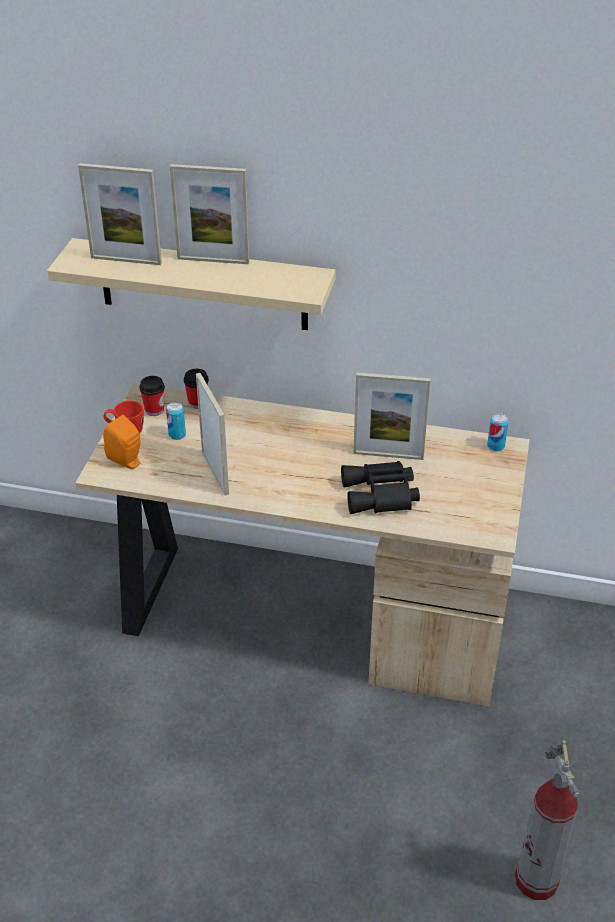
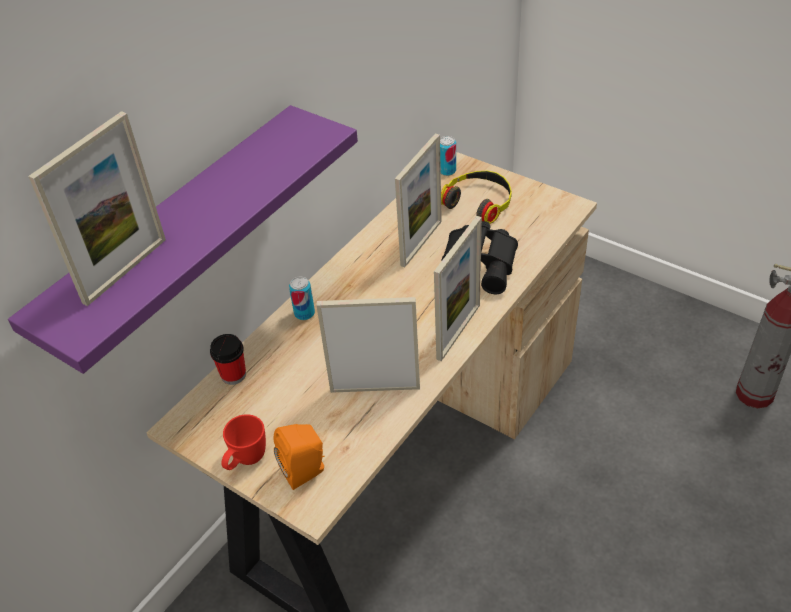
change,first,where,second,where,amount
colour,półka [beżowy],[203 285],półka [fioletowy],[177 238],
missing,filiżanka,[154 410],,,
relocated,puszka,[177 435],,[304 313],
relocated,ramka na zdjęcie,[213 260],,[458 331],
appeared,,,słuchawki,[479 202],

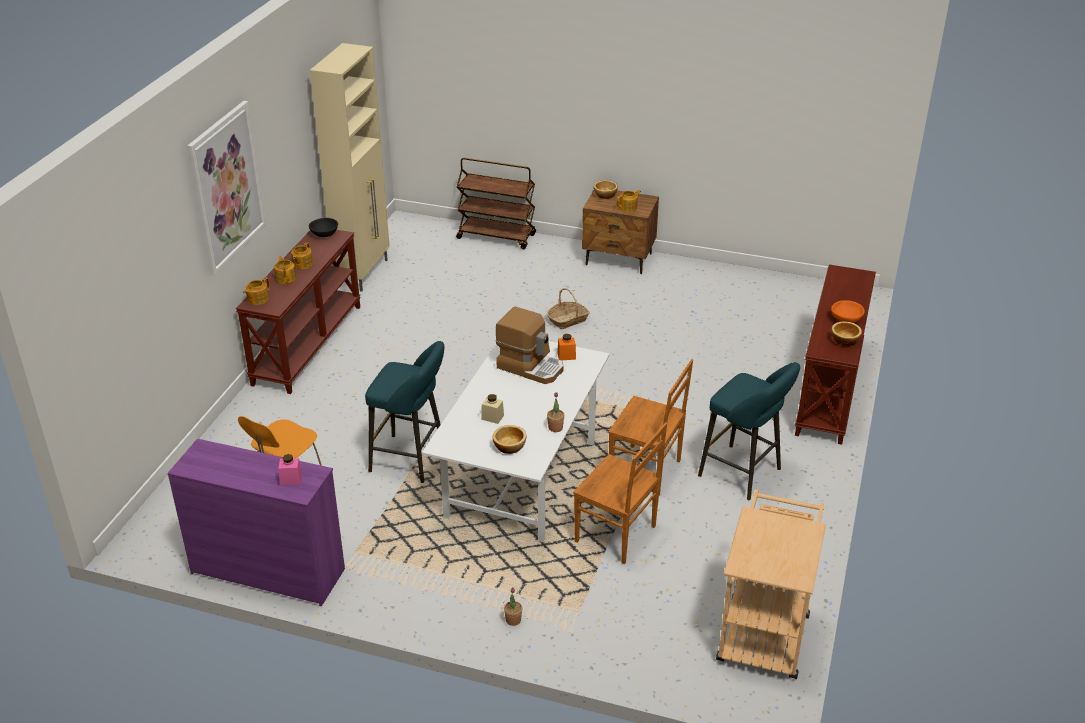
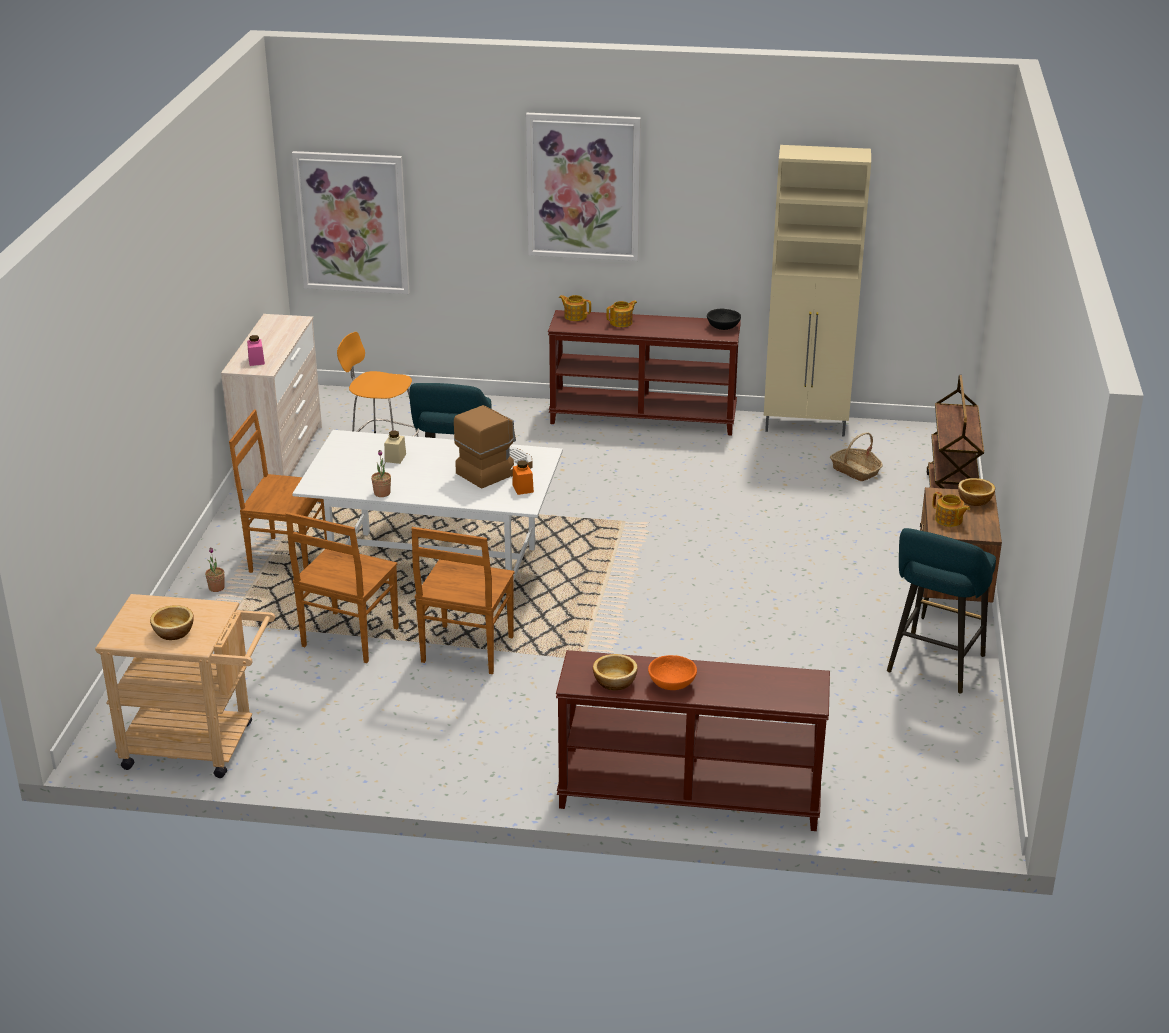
change,first,where,second,where,amount
colour,komoda [fioletowy],[268 571],komoda [beżowy],[281 457],
missing,imbryk,[302 264],,,
relocated,miska,[510 446],,[174 632],
spun,ekspres do kawy,[531 367],,[494 470],150 degrees counterclockwise
relocated,koszyk,[568 320],,[855 471],
relocated,stołek [turkusowy],[744 474],,[933 666],
appeared,,,krzesło [brązowy],[287 557],
appeared,,,obraz,[352 222],

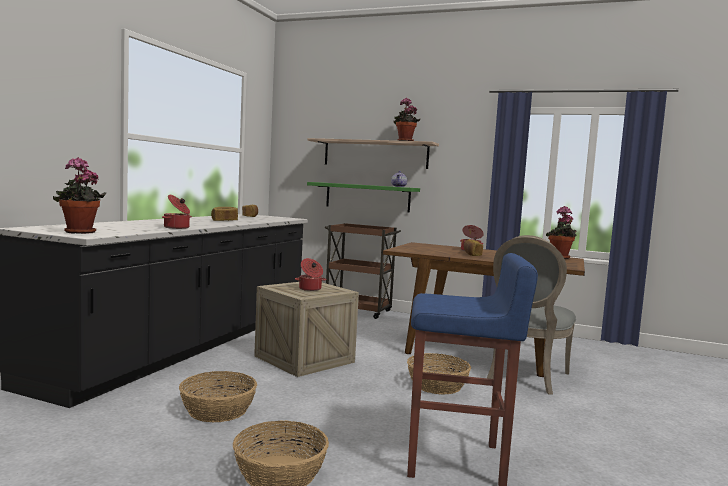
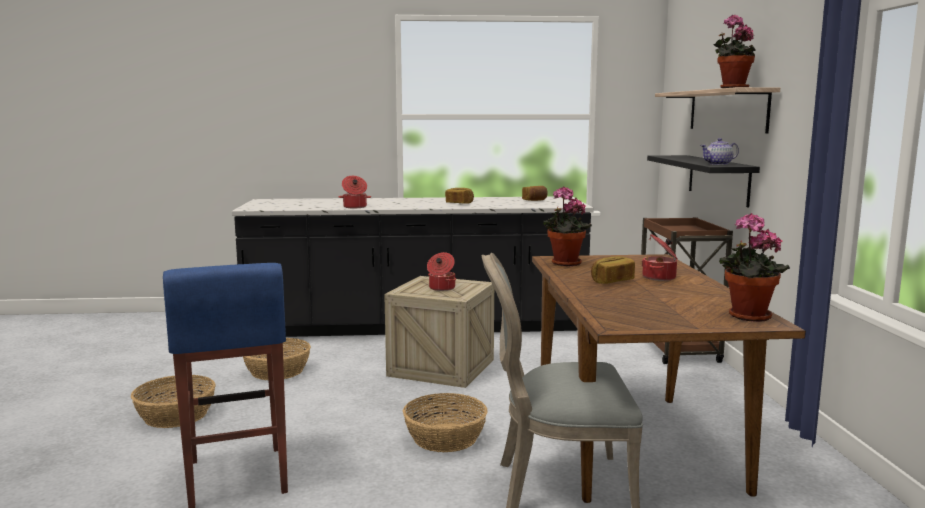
change,first,where,second,where,amount
relocated,roślina doniczkowa,[79 232],,[564 264],
colour,półka [zielony],[367 197],półka [czarny],[718 179],

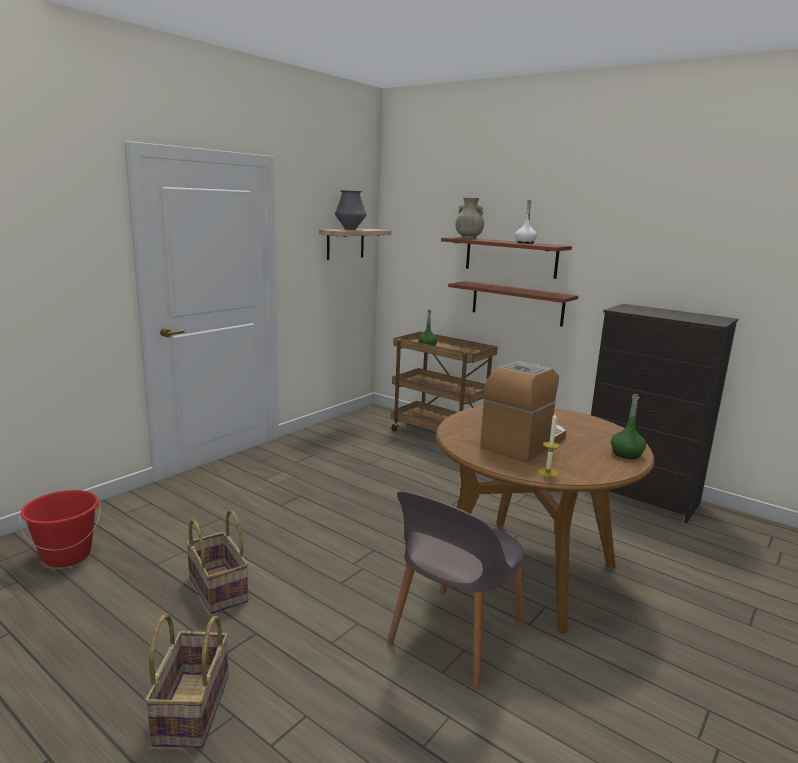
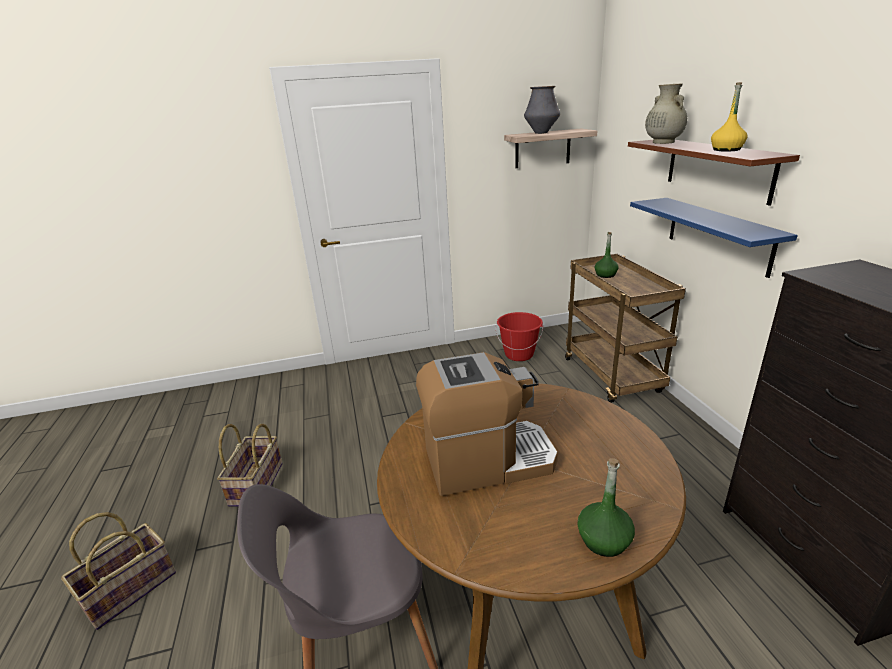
change,first,where,second,where,amount
relocated,wiadro [czerwony],[67 555],,[519 354],
colour,półka [brązowy],[517 303],półka [niebieski],[718 235],
colour,butelka [biały],[525 243],butelka [żółty],[726 150],
missing,świeca,[548 473],,,

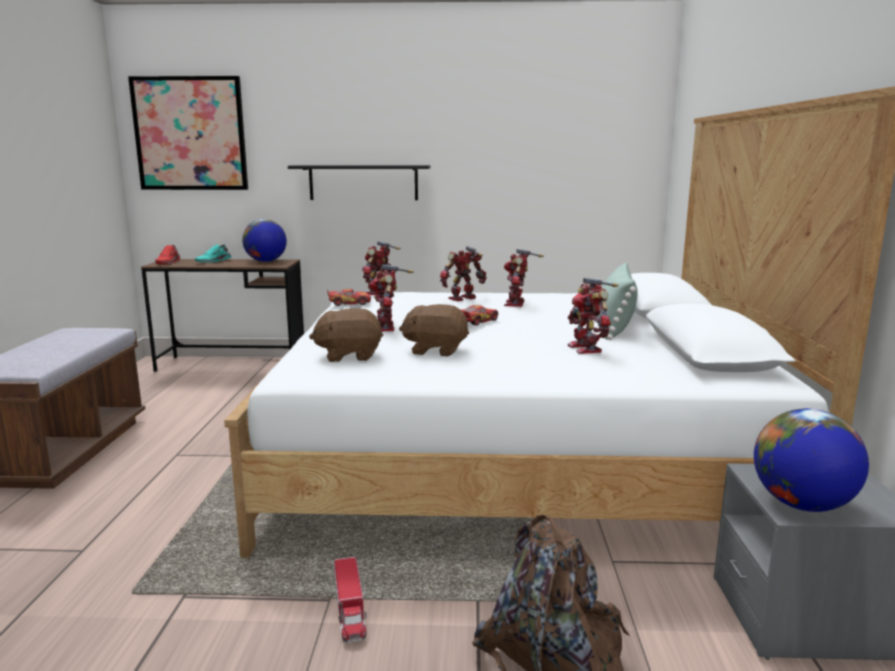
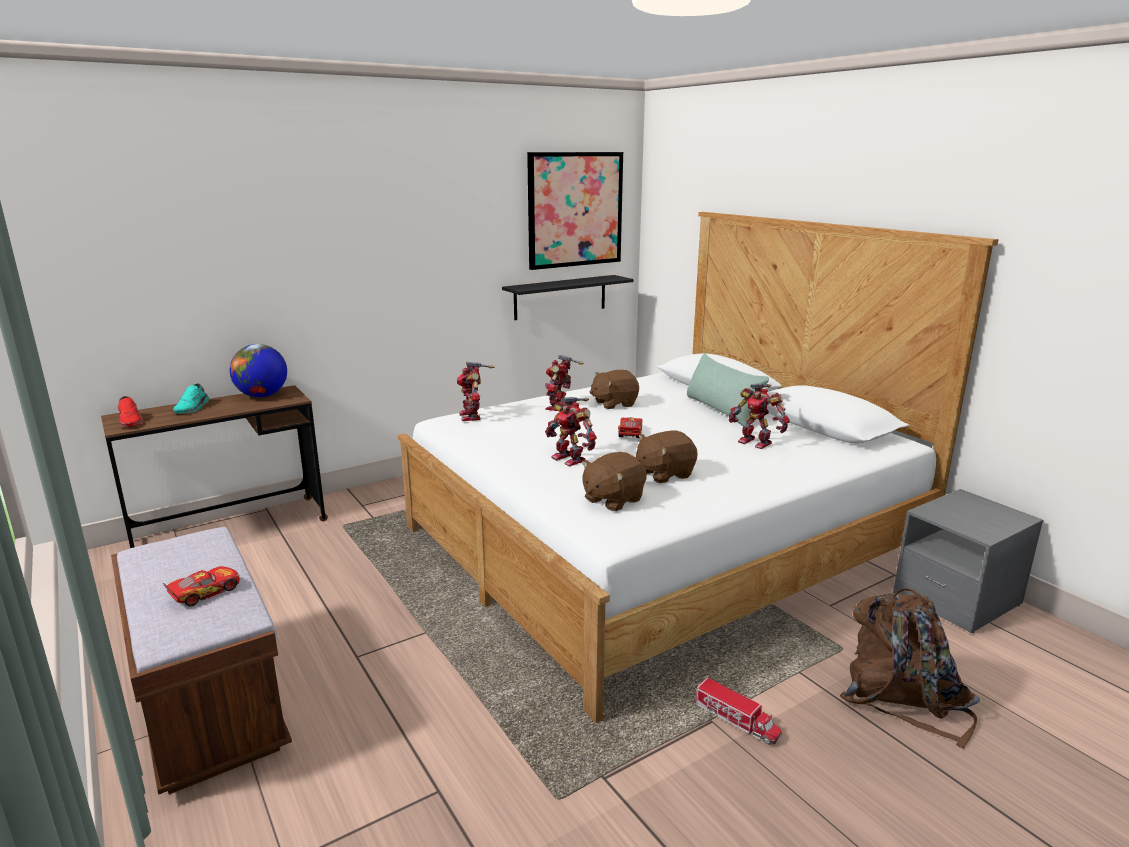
change,first,where,second,where,amount
relocated,obraz,[190 134],,[575 209],
relocated,półka [czarny],[363 182],,[560 297],
relocated,samochodzik,[349 303],,[205 592],
exchanged,robot zabawkowy,[517 303],pluszak [brązowy],[614 403],
missing,globus,[802 504],,,

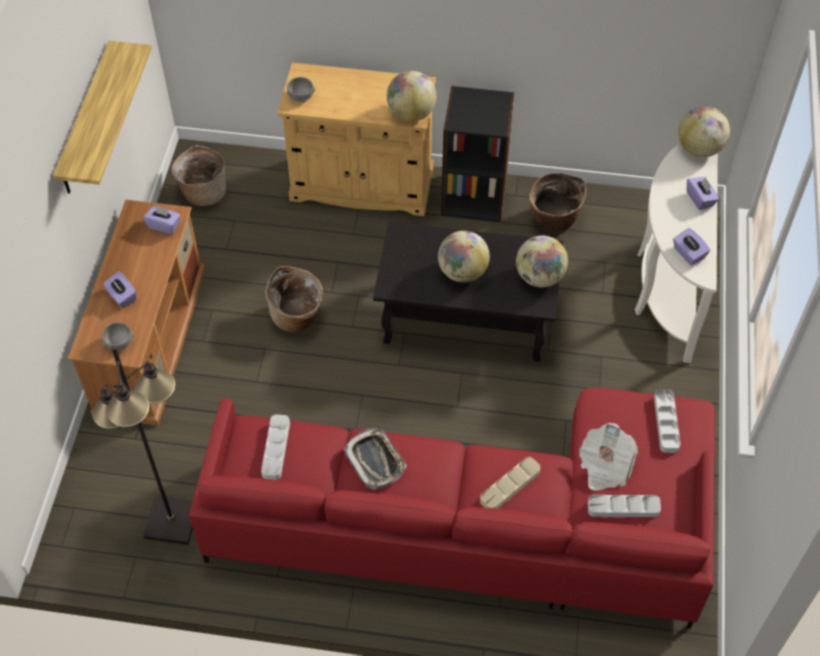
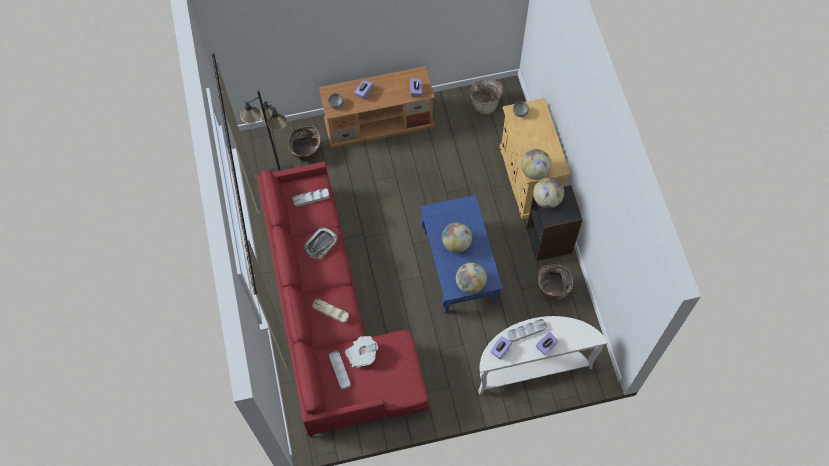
change,first,where,second,where,amount
missing,półka,[86 120],,,
relocated,koszyk,[297 317],,[306 153],
colour,ława [czarny],[465 317],ława [niebieski],[458 265],
relocated,taca [szary],[666 423],,[526 331],
relocated,globus,[699 149],,[547 199],

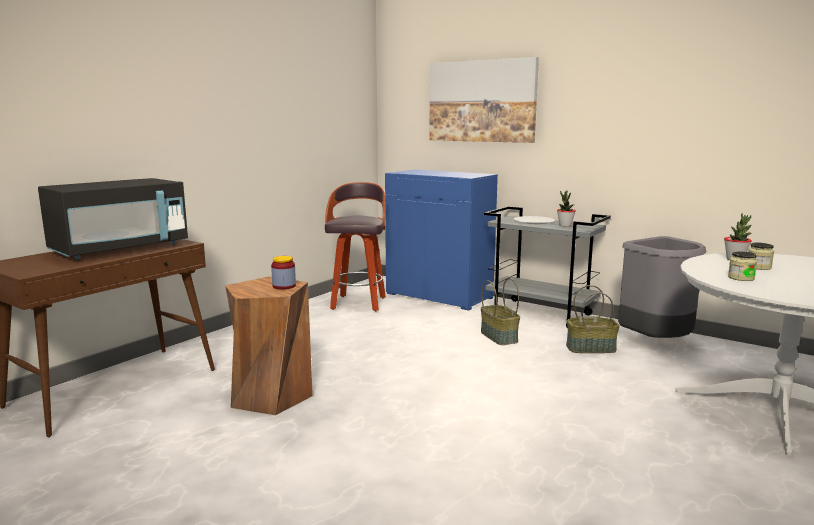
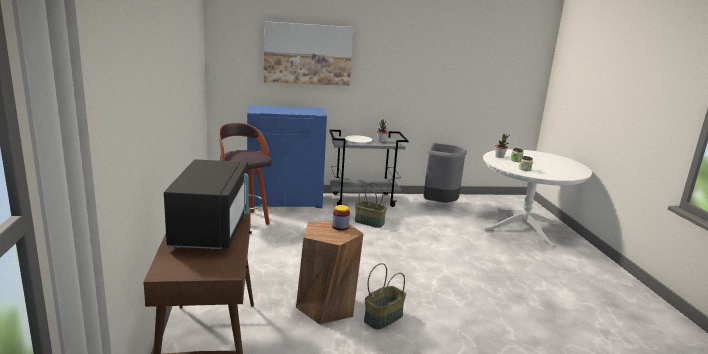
change,first,where,second,where,amount
relocated,koszyk,[591 348],,[383 317],

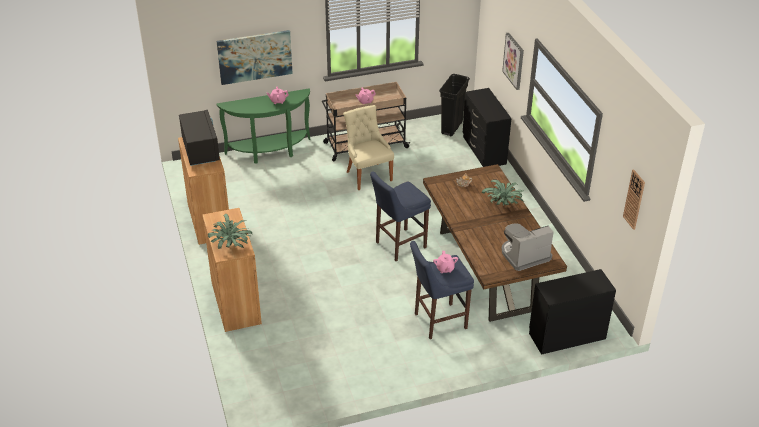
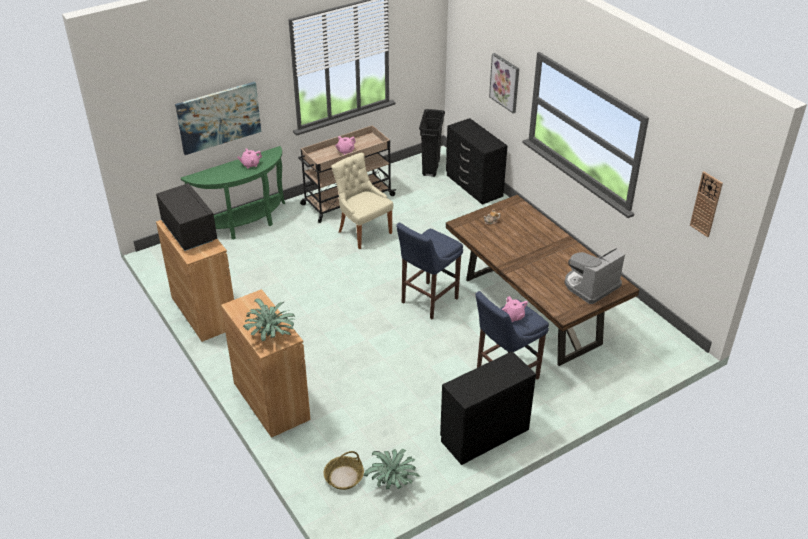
change,first,where,second,where,amount
relocated,roślina doniczkowa,[503 205],,[392 481],
relocated,komoda [czarny],[566 335],,[483 434],
appeared,,,koszyk,[343 477],

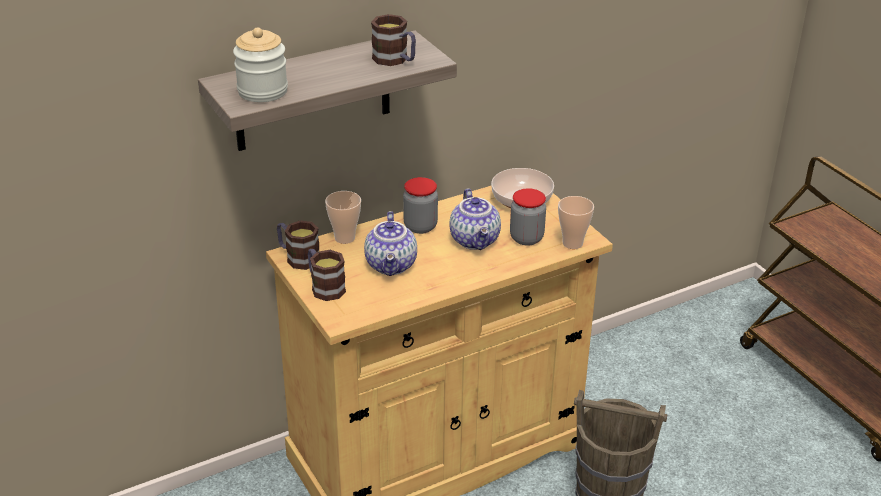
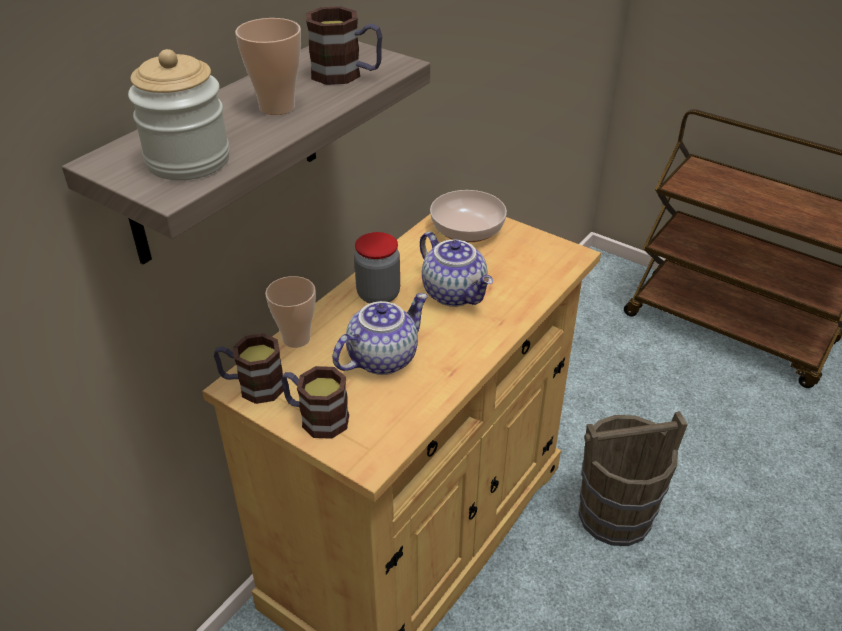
change,first,where,second,where,amount
spun,imbryk,[392 265],,[382 357],105 degrees counterclockwise
missing,słoik,[526 238],,,
relocated,filiżanka,[572 243],,[277 107],

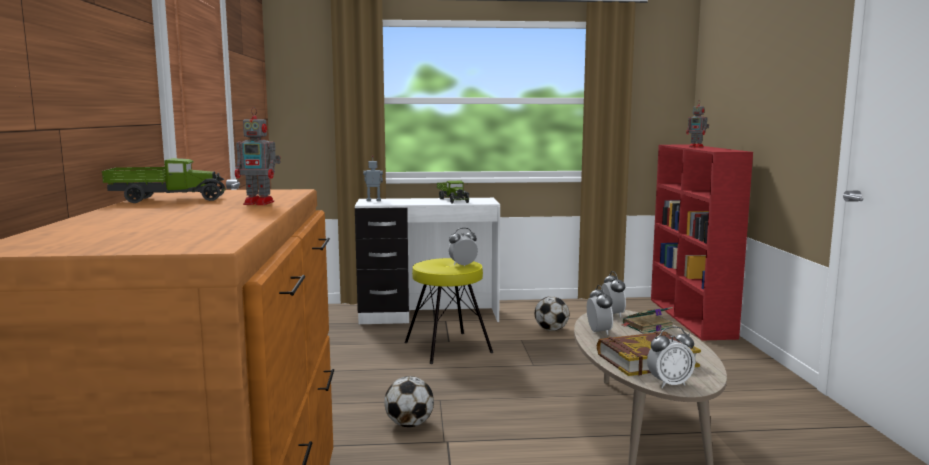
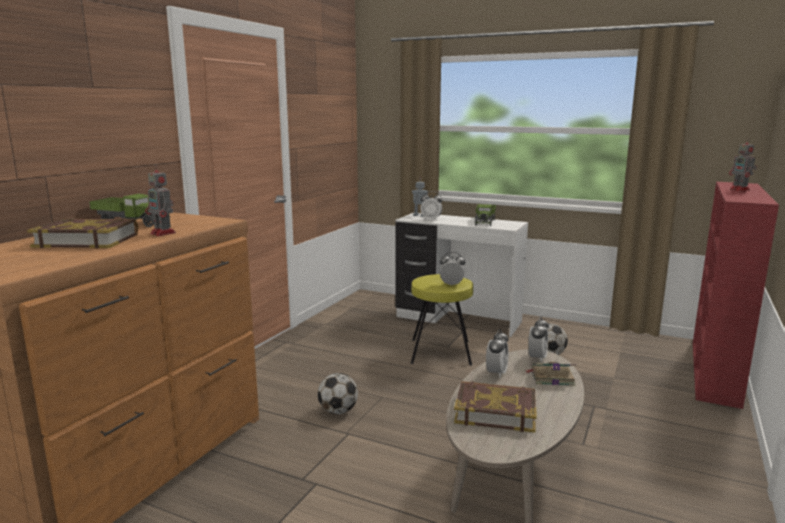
change,first,where,second,where,amount
relocated,budzik,[669 384],,[431 219],
appeared,,,książka,[87 240],

